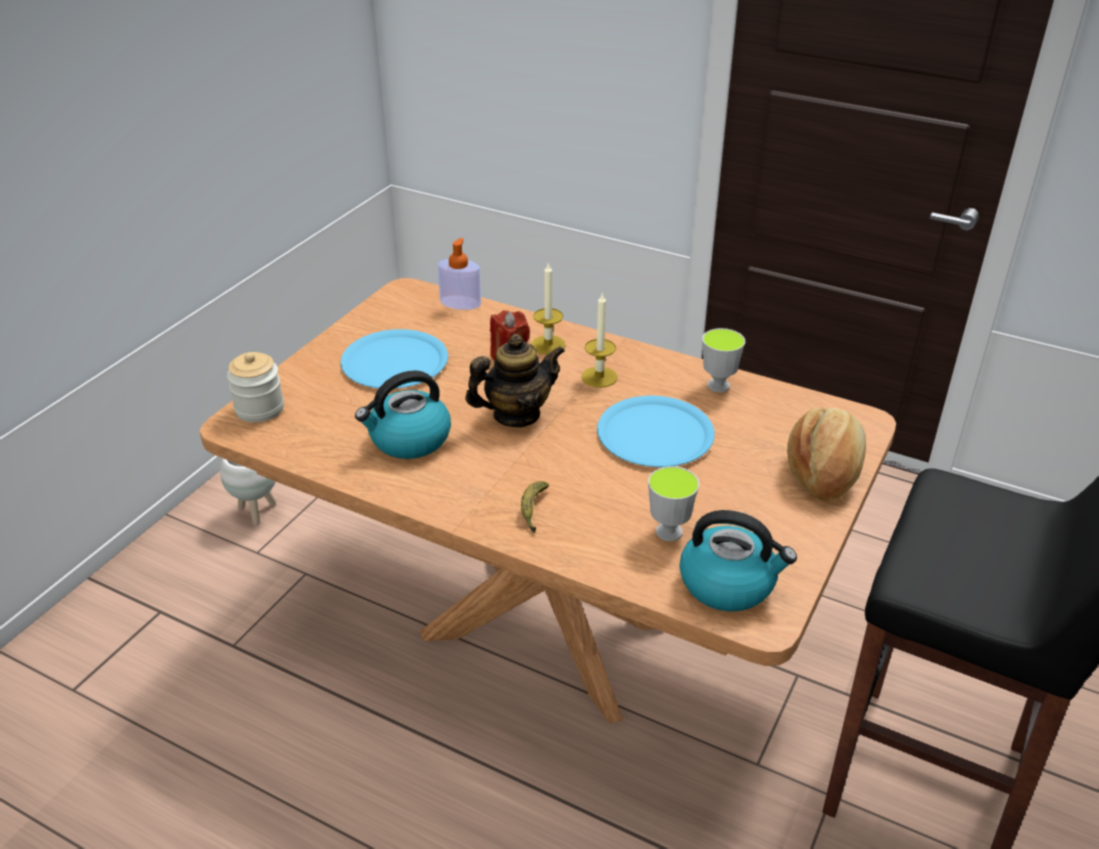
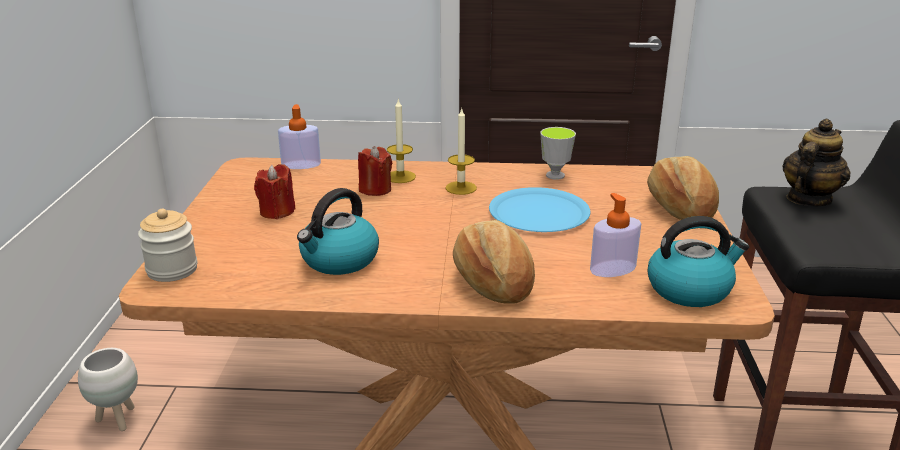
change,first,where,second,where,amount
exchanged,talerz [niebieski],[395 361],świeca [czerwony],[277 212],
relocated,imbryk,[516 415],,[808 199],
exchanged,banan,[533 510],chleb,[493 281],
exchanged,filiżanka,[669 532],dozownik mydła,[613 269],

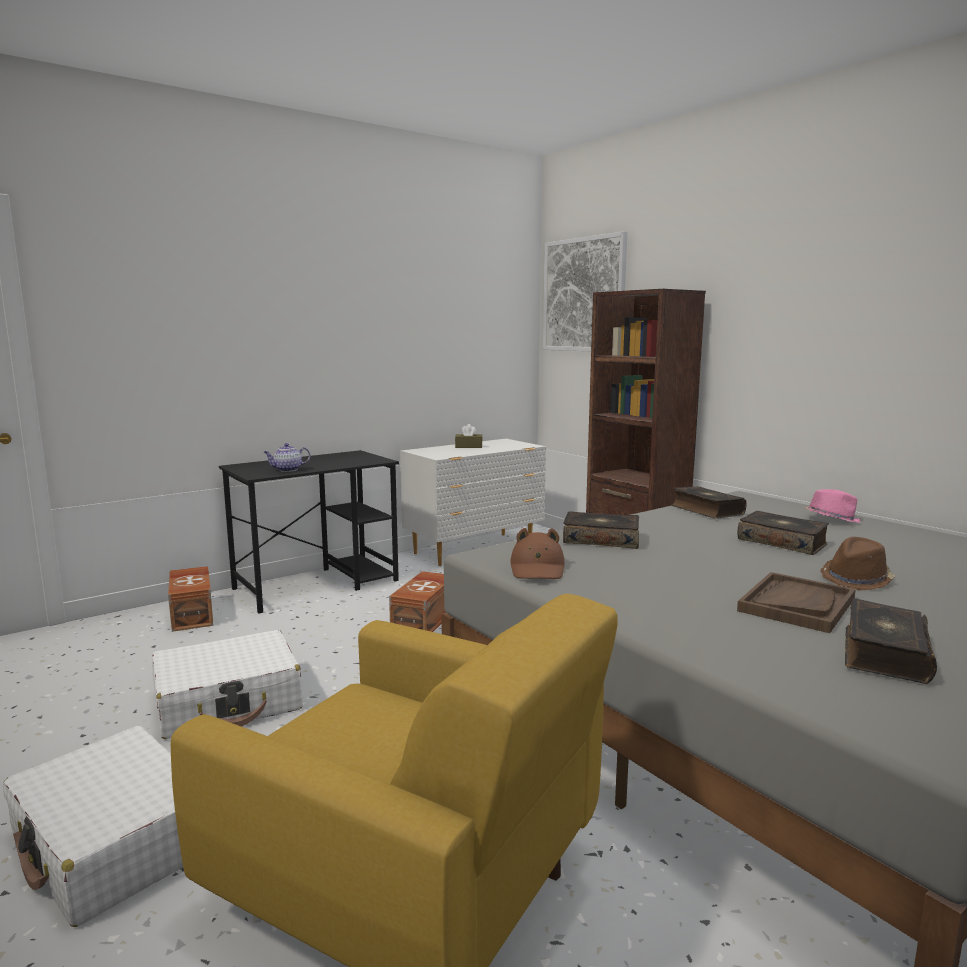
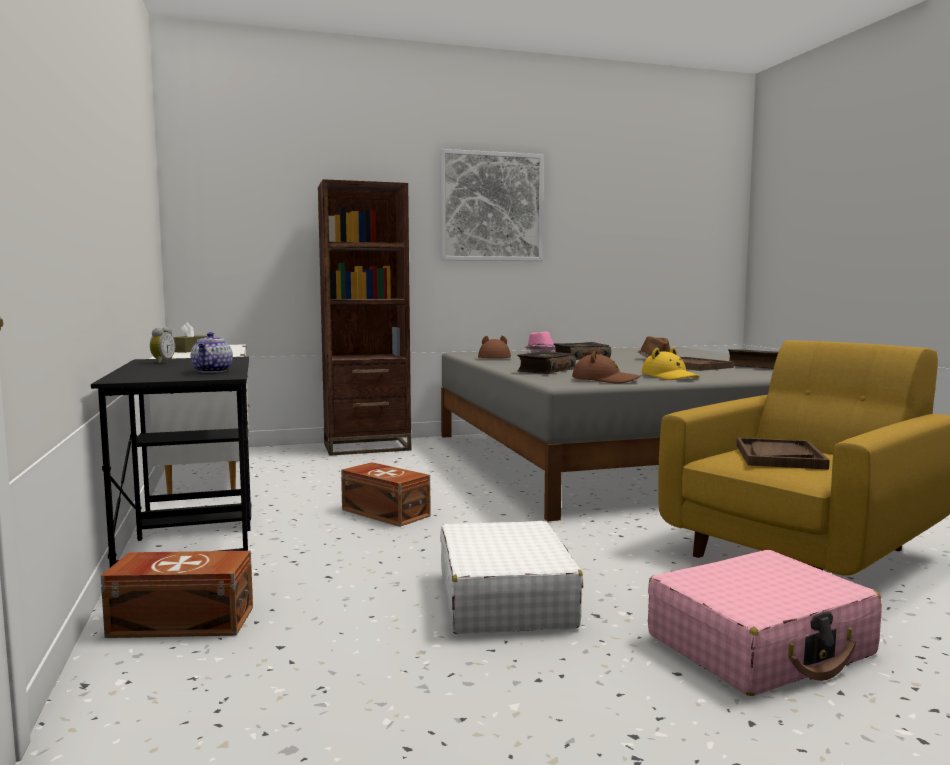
change,first,where,second,where,amount
colour,walizka [biały],[114 842],walizka [różowy],[760 645],
relocated,obraz,[583 295],,[491 207],
exchanged,książka,[706 511],kapelusz [brązowy],[493 358],
appeared,,,budzik,[162 362],
appeared,,,kapelusz [żółty],[670 377],
appeared,,,taca [brązowy],[779 456],

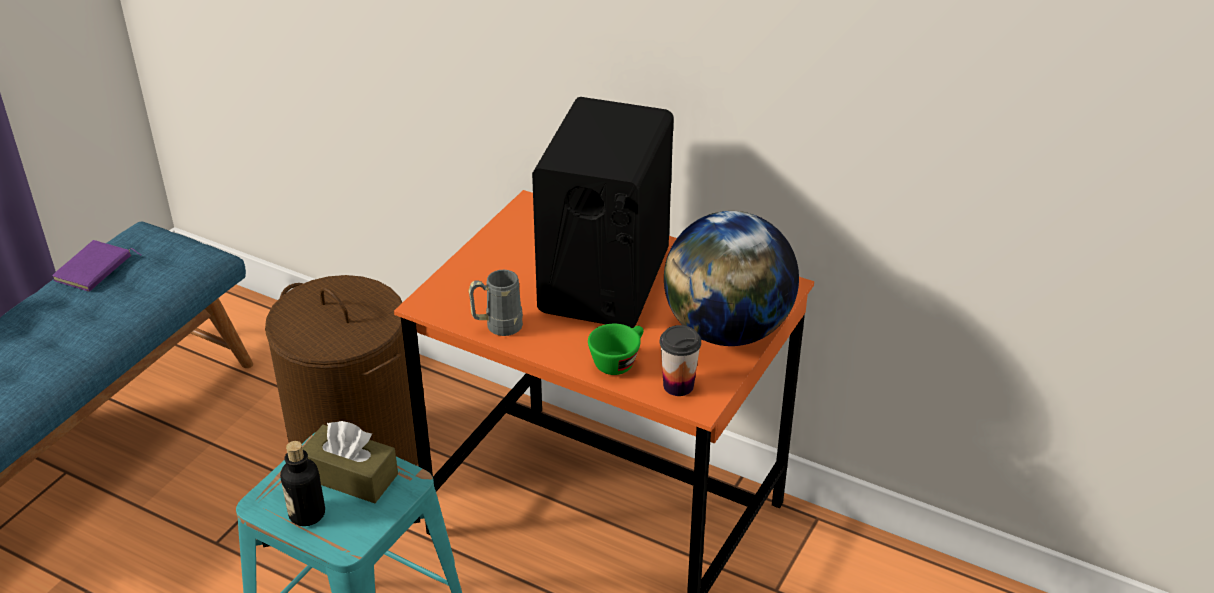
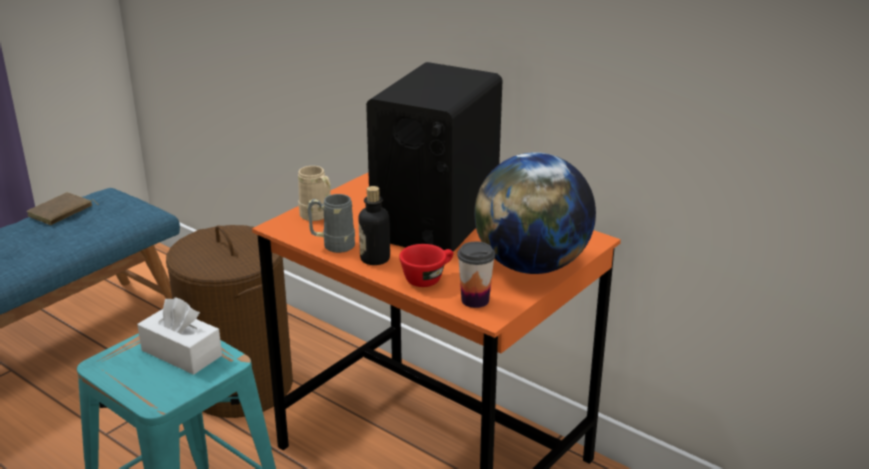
change,first,where,second,where,amount
colour,książka [fioletowy],[95 270],książka [brązowy],[61 212],
relocated,butelka,[307 514],,[375 259],
colour,pudełko chusteczek [brązowy],[350 476],pudełko chusteczek [biały],[181 353],
colour,filiżanka [zielony],[618 361],filiżanka [czerwony],[428 278],
appeared,,,kubek [beżowy],[317 217],

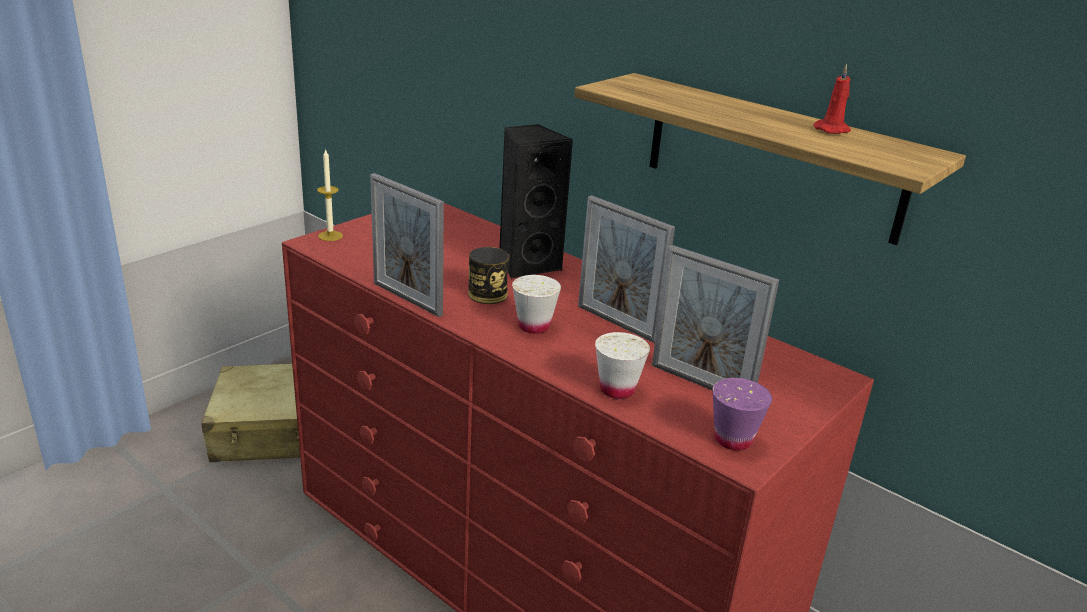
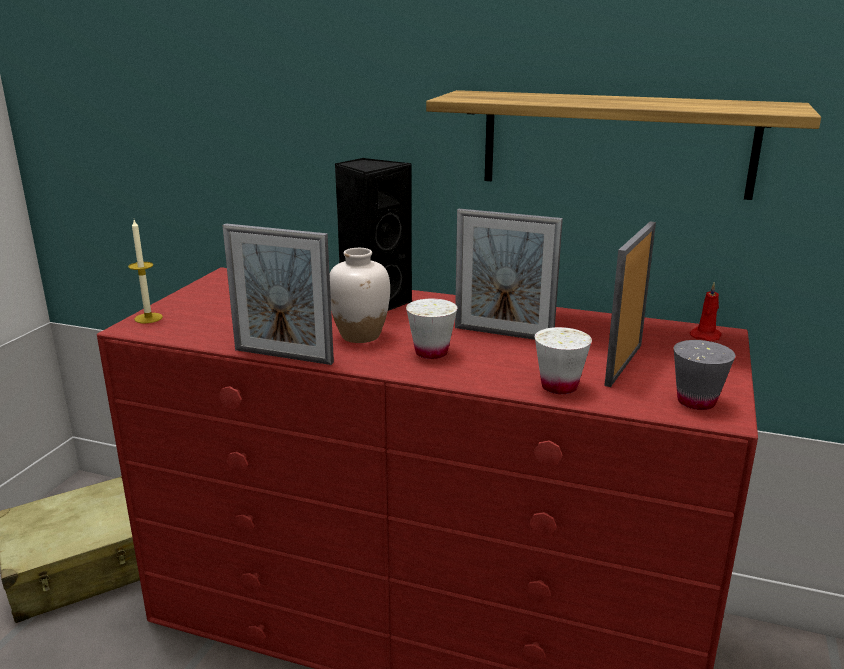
change,first,where,second,where,amount
exchanged,puszka,[487 294],wazon [biały],[361 335],
spun,ramka na zdjęcie,[701 384],,[623 364],105 degrees clockwise
colour,filiżanka [fioletowy],[733 440],filiżanka [szary],[696 402],
relocated,świeca [czerwony],[833 130],,[706 336],

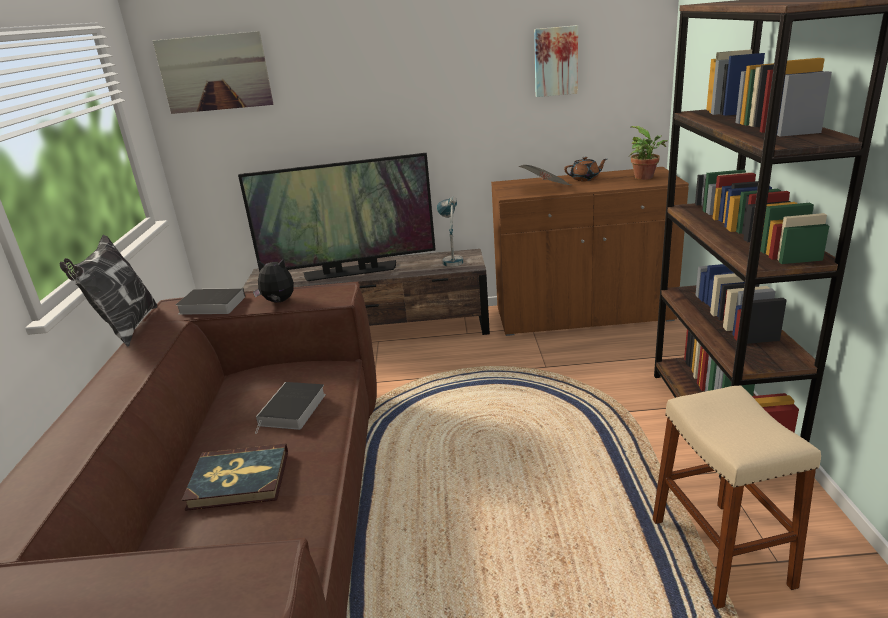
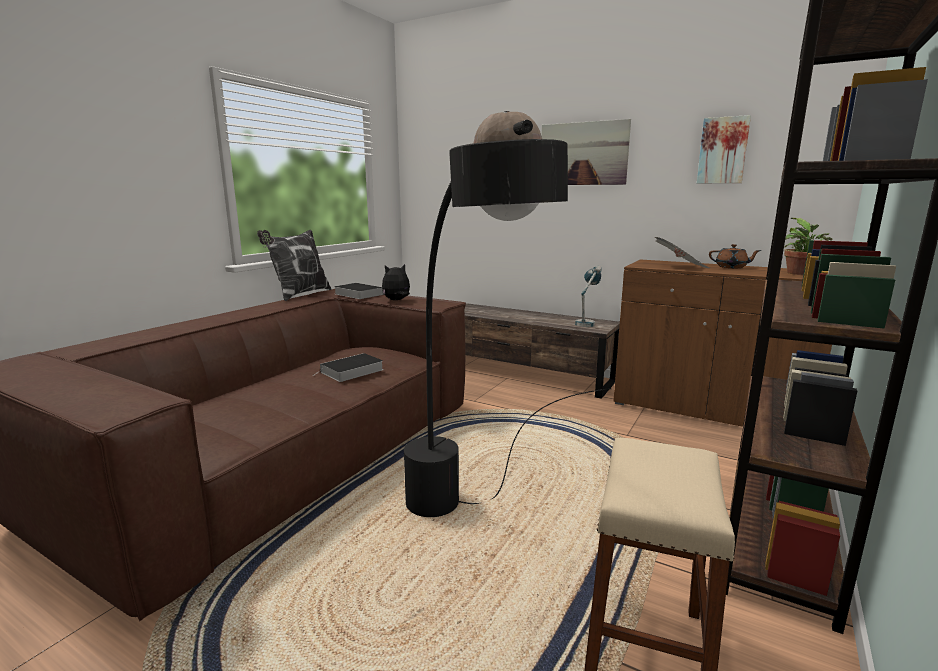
change,first,where,second,where,amount
relocated,obraz,[215 73],,[583 154],
missing,książka,[239 480],,,
missing,telewizor,[350 272],,,
spun,pluszak,[278 302],,[397 300],60 degrees counterclockwise
appeared,,,lampa stojąca [czarny],[481 535],

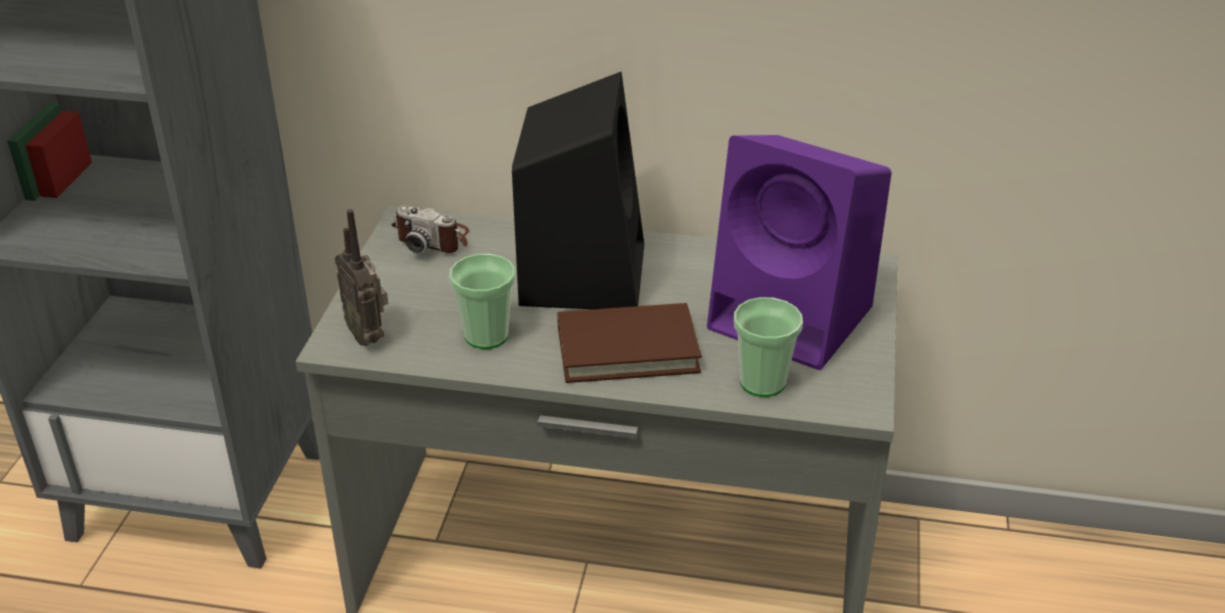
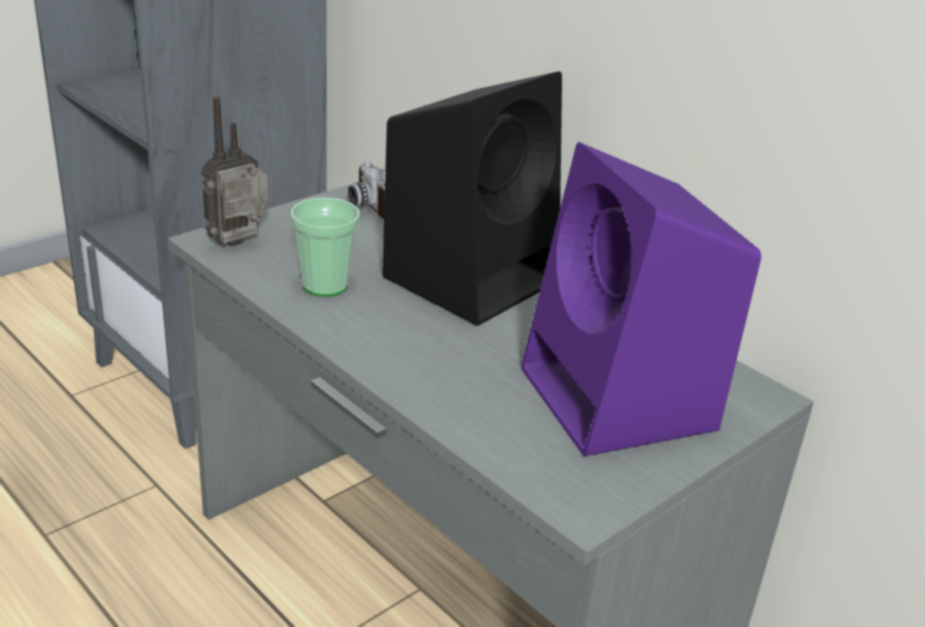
change,first,where,second,where,amount
spun,radio,[368 335],,[241 245],45 degrees clockwise
missing,książka [brązowy],[627 349],,,
missing,filiżanka,[762 382],,,

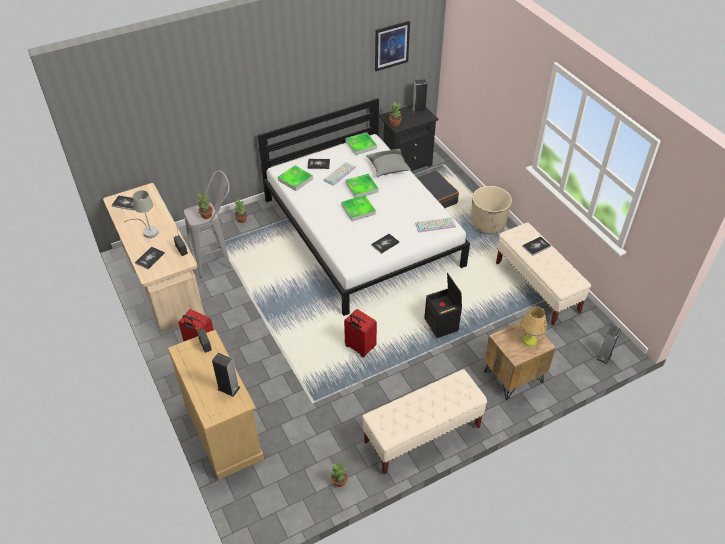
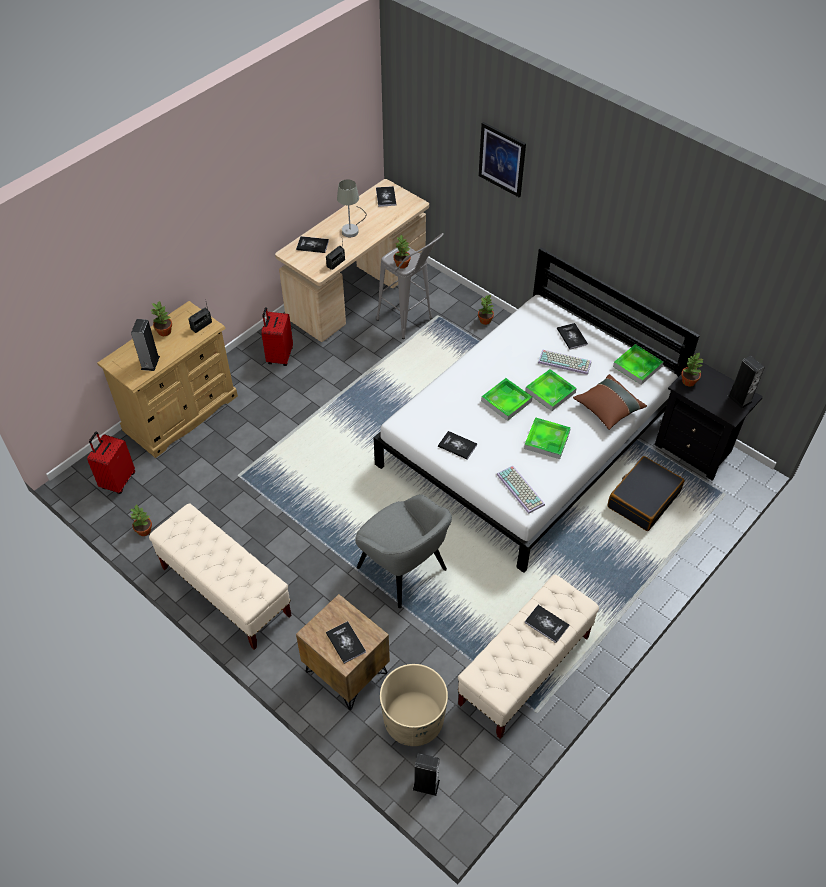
change,first,where,second,where,amount
relocated,taca,[295 179],,[547 440],
relocated,walizka [czerwony],[359 347],,[117 481],
colour,poduszka [szary],[388 168],poduszka [brązowy],[607 409],
relocated,obraz,[391 46],,[502 159],
exchanged,pojemnik do przechowywania [czarny],[442 325],fotel [szary],[403 570],
relocated,donica [beżowy],[487 224],,[413 720],
exchanged,lampa stołowa,[529 340],książka,[345 642],
appeared,,,roślina doniczkowa,[164 331],

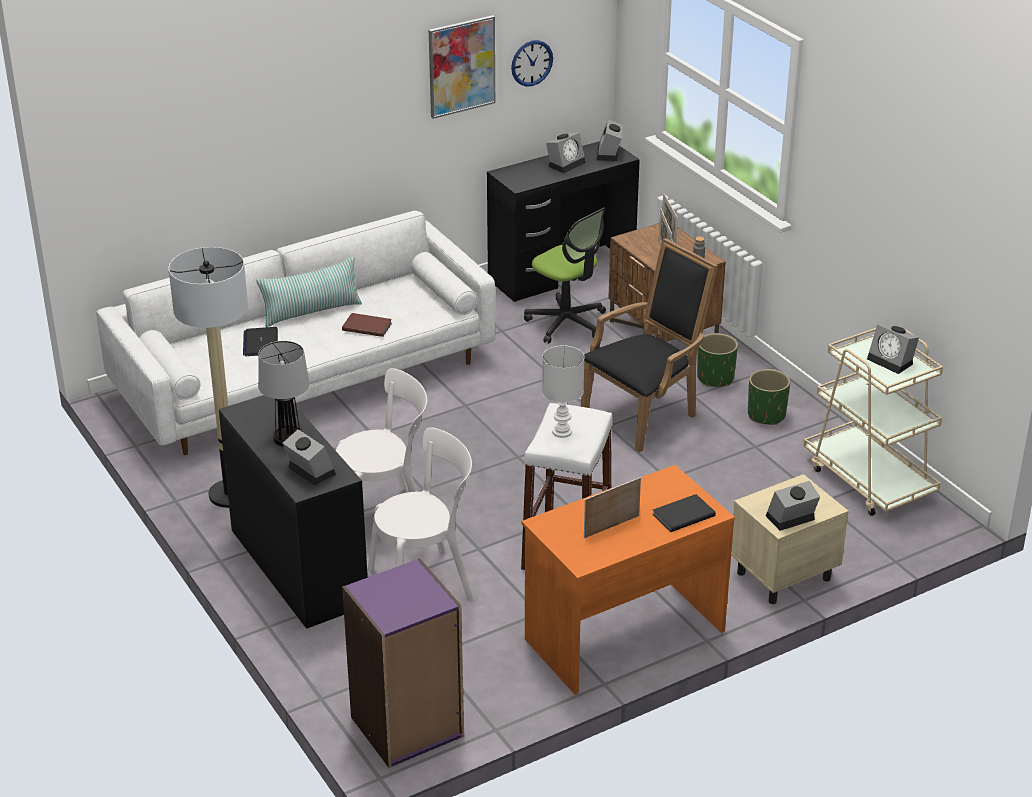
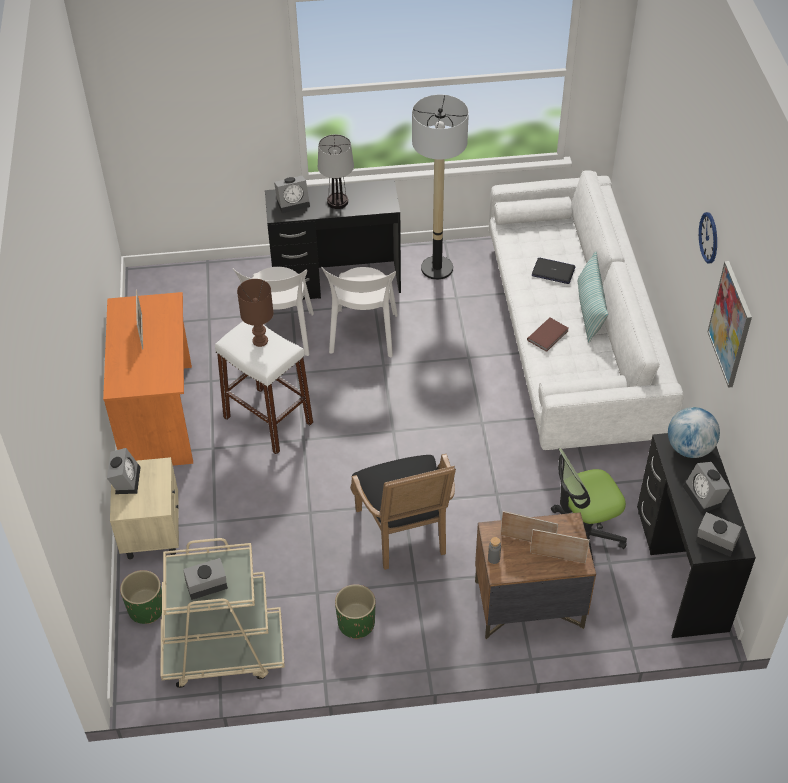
change,first,where,second,where,amount
missing,regał [fioletowy],[407 727],,,
relocated,zegar ścienny,[531 63],,[709 237],
colour,lampa stołowa [biały],[561 432],lampa stołowa [brązowy],[260 340],
missing,książka [czarny],[682 515],,,
relocated,donica [zielony],[715 378],,[146 609],
appeared,,,globus,[689 448],

